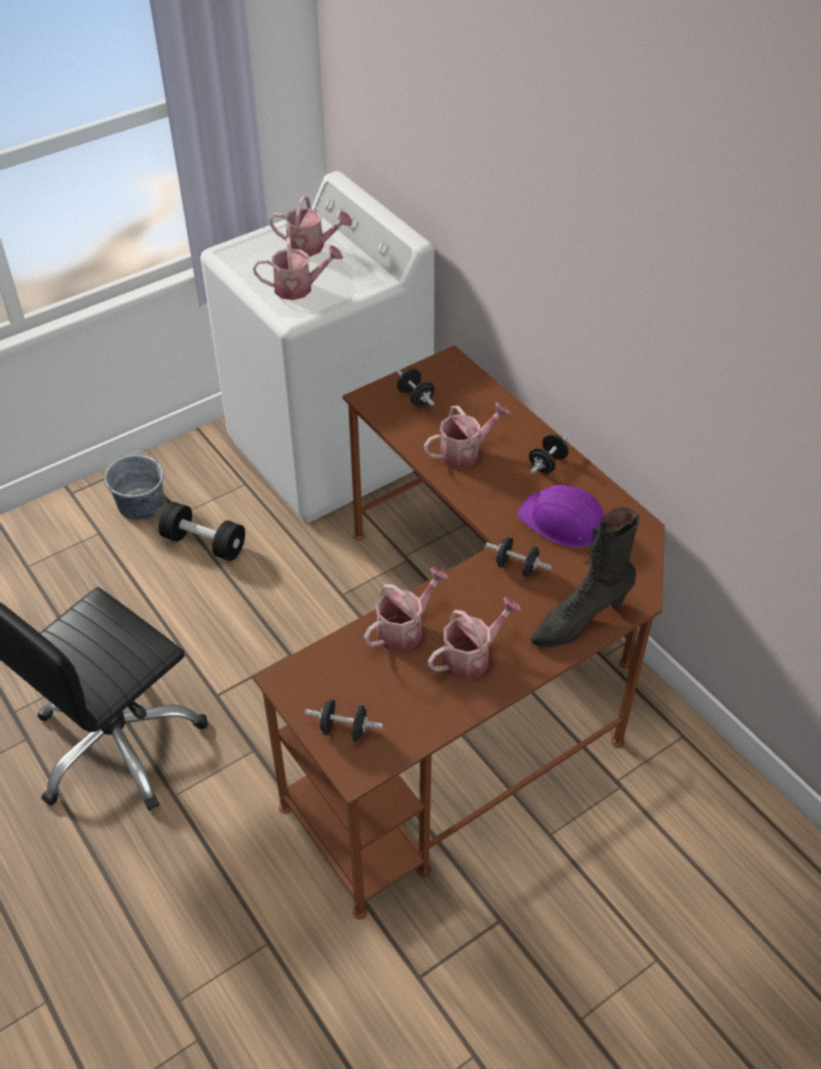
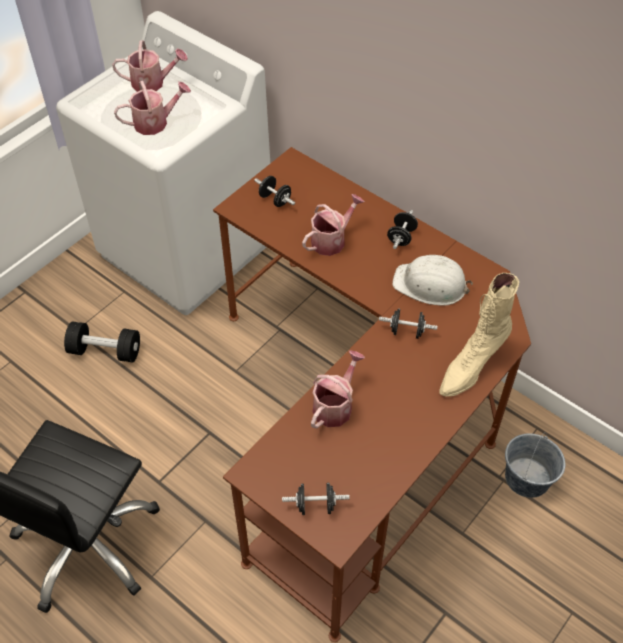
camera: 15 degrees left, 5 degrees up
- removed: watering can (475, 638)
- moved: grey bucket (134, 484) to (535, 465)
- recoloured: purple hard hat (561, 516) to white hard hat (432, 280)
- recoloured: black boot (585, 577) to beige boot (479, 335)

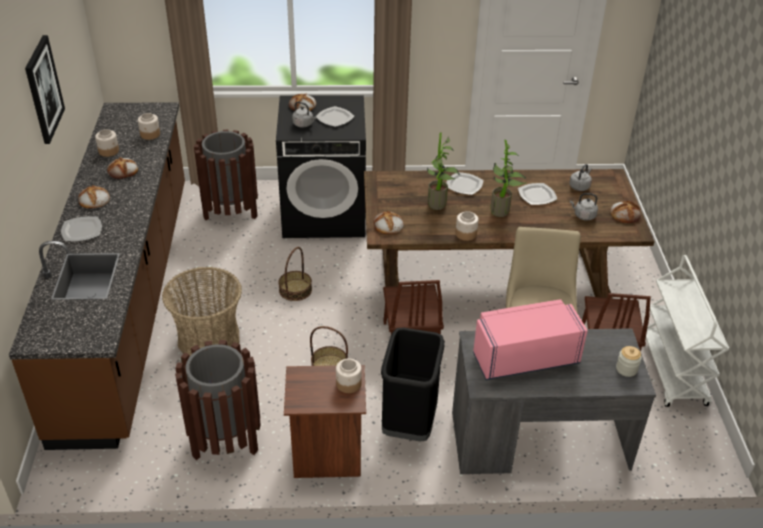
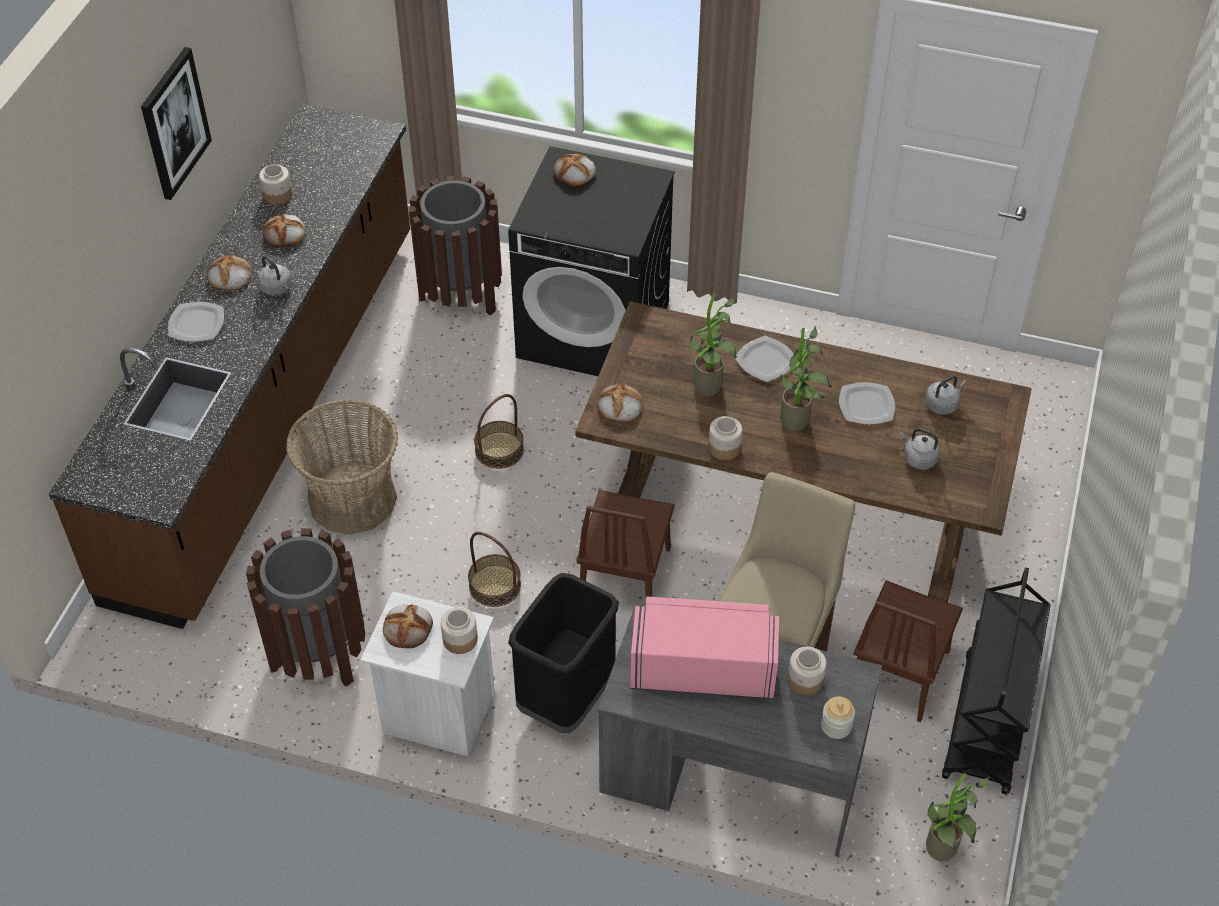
camera: 20 degrees right, 10 degrees up
- removed: plate (334, 116)
- added: potted plant (957, 817)
- moved: jar (149, 126) to (807, 671)
- moved: grey kettle (304, 114) to (275, 276)
- moved: bread (625, 212) to (408, 626)
- recoloured: brown nightstand (325, 421) to white nightstand (427, 674)
- recoloured: white cart (687, 331) to black cart (996, 680)

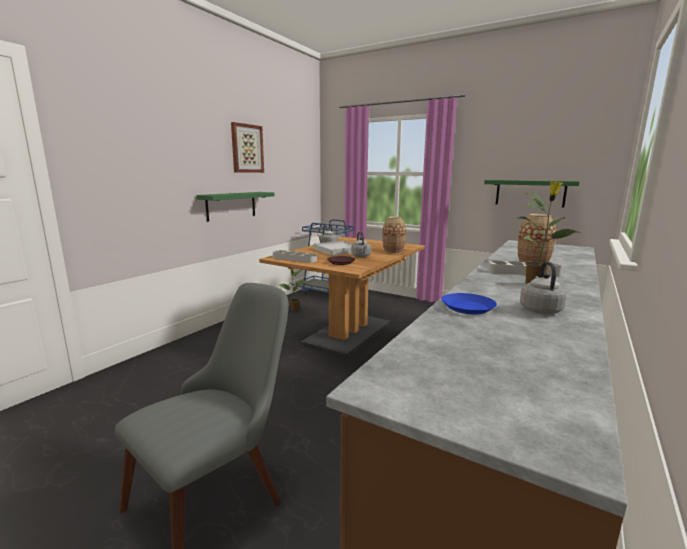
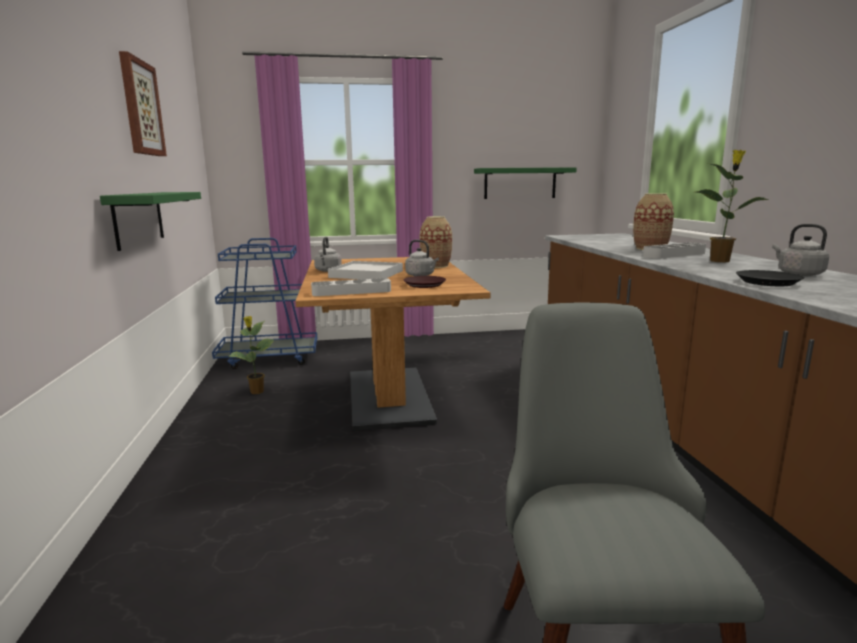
camera: 40 degrees left, 0 degrees up
- recoloured: blue plate (469, 303) to black plate (770, 278)

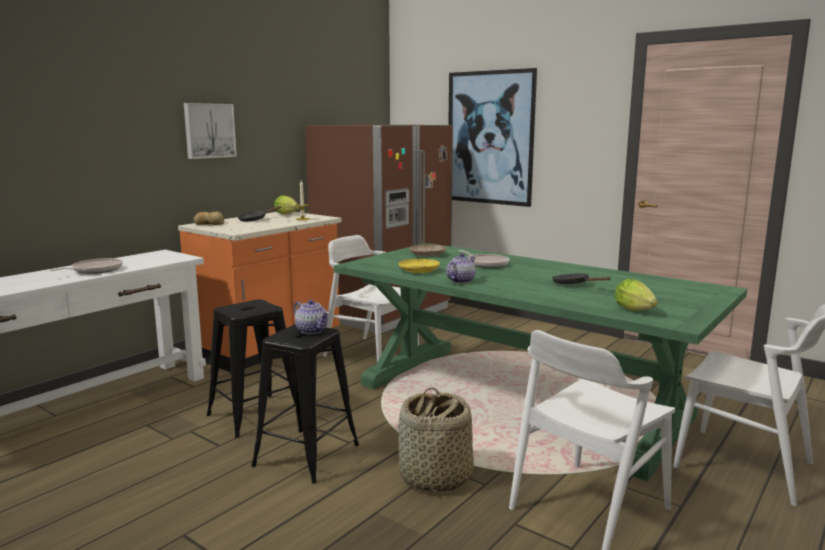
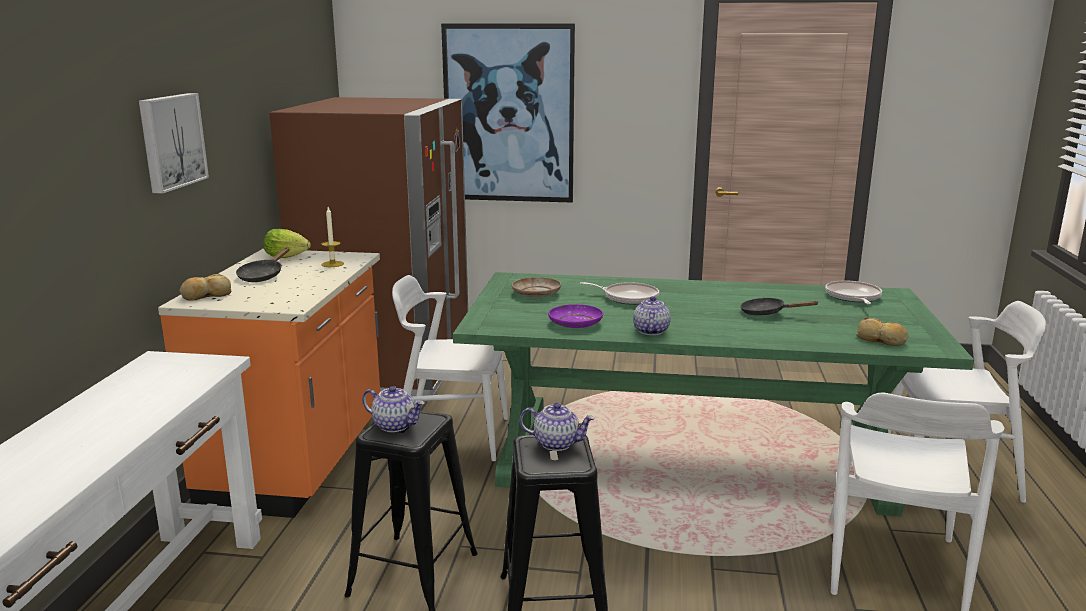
camera: 30 degrees left, 5 degrees up
- removed: basket (436, 439)
- added: teapot (393, 409)
- moved: frying pan (86, 266) to (853, 292)
- replaced: lettuce (636, 295) to bread (882, 332)
- recoloured: yellow plate (419, 266) to purple plate (575, 316)

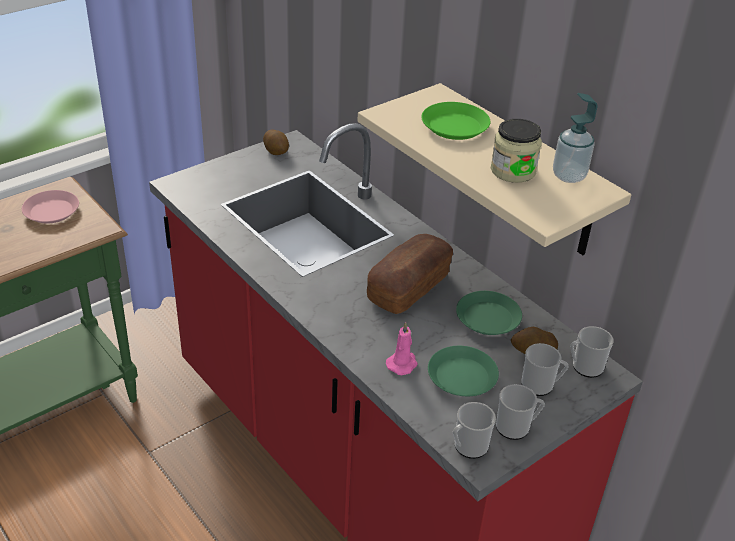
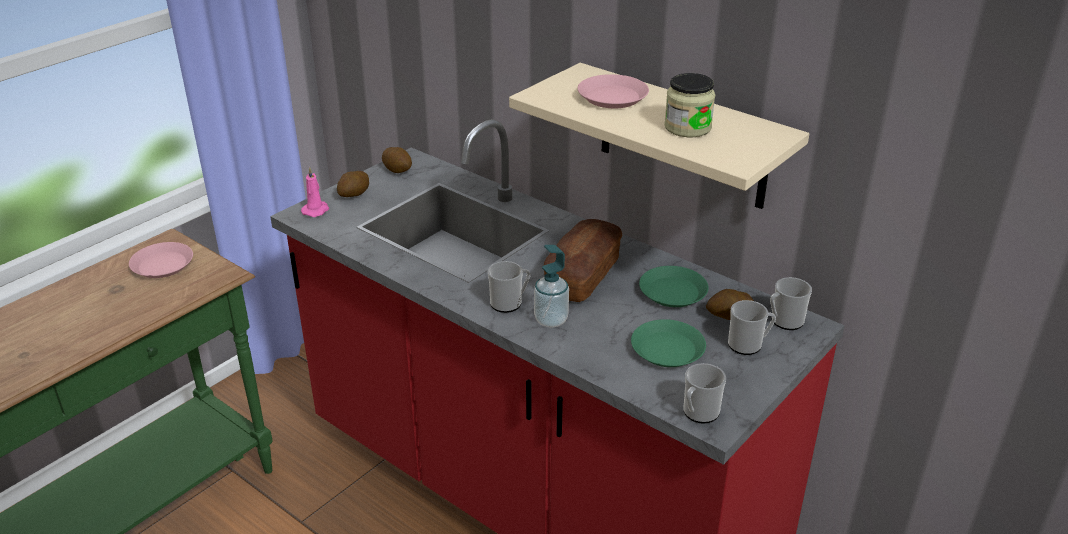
camera: 10 degrees left, 5 degrees down
- added: potato (353, 184)
- moved: pink candle (402, 348) to (315, 192)
- moved: mug (520, 412) to (509, 287)
- moved: soap dispenser (575, 138) to (551, 286)
- recoloured: green plate (455, 121) to pink plate (613, 91)

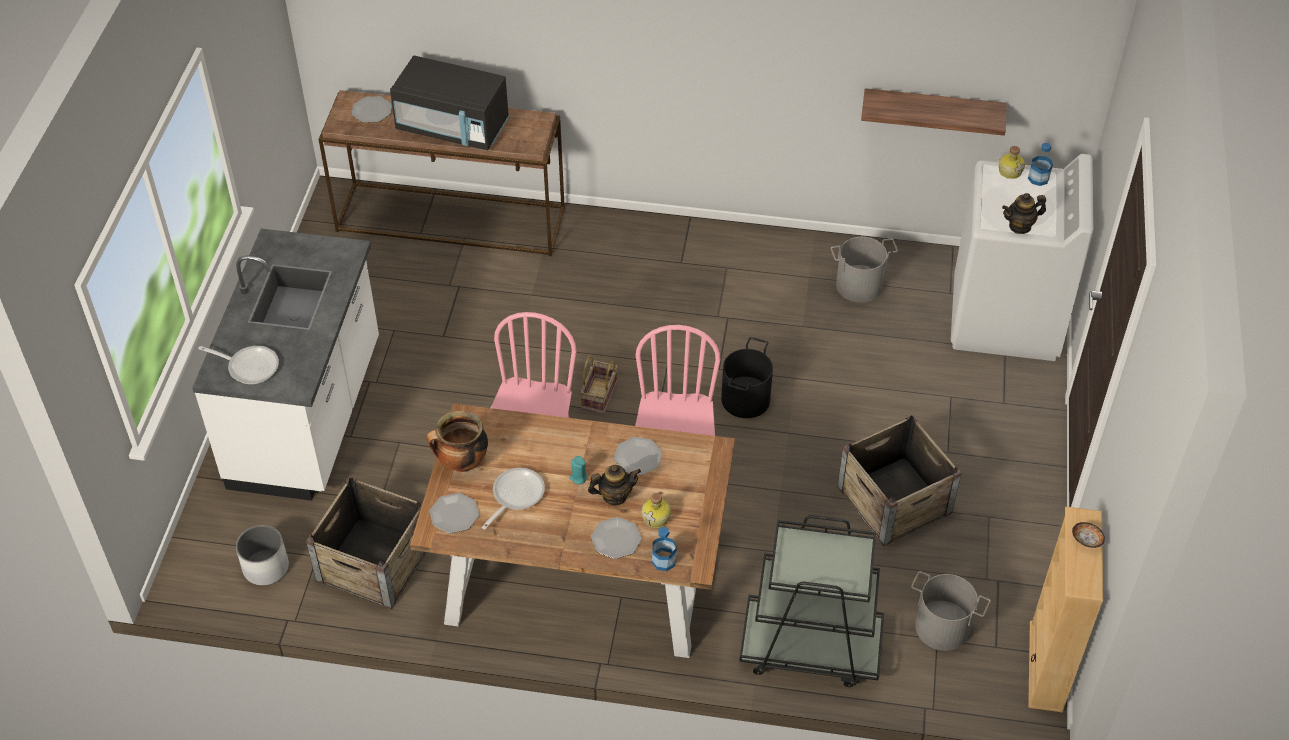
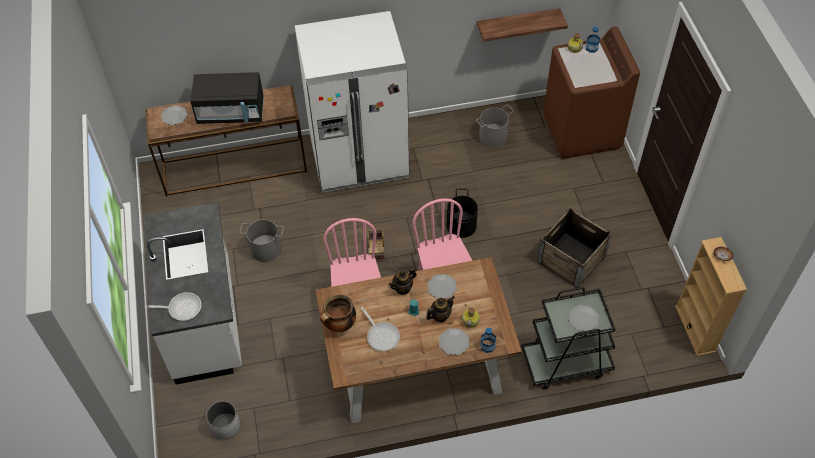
camera: 20 degrees left, 5 degrees up
- removed: crate (366, 543)
- added: white fridge (352, 102)
- moved: plate (454, 513) to (584, 318)
- moved: grey bucket (951, 611) to (261, 240)
- moved: teapot (1024, 213) to (403, 281)
- recoloured: white washing machine (1022, 257) to brown washing machine (591, 93)
- turned: frying pan (513, 499) = (380, 329) 135 degrees clockwise

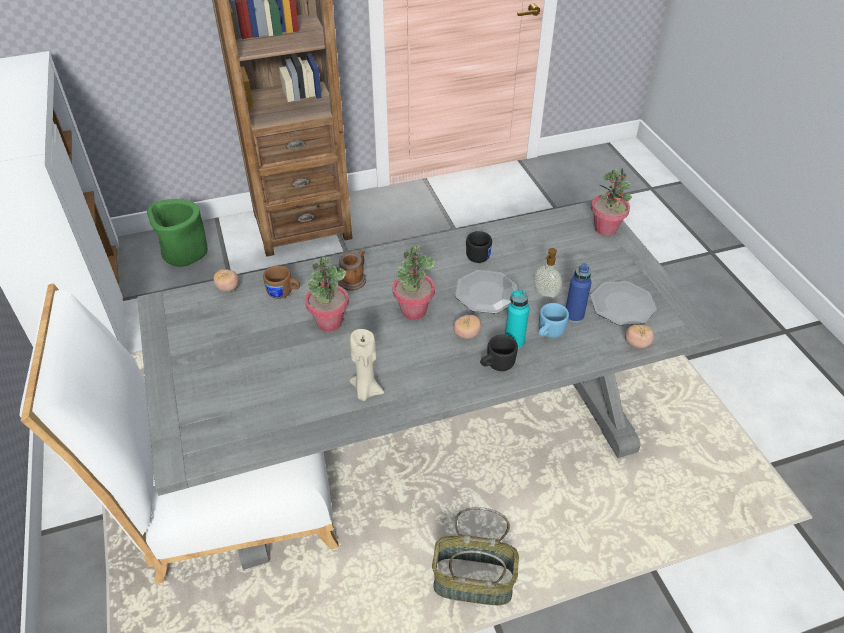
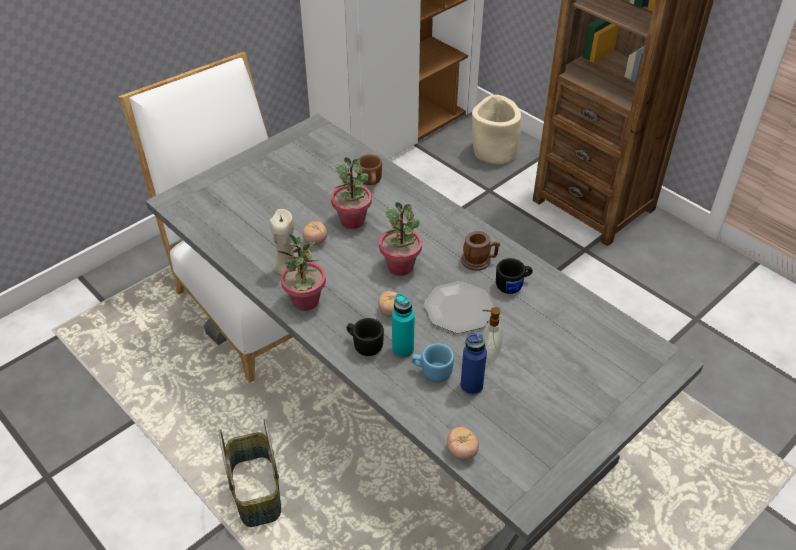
camera: 65 degrees right, 0 degrees up
- removed: plate (623, 303)
- moved: tomato (226, 280) to (315, 233)
- moved: mug (352, 271) to (480, 251)
- moved: potted plant (611, 202) to (301, 272)
- recoloured: green planter (177, 233) to beige planter (496, 129)

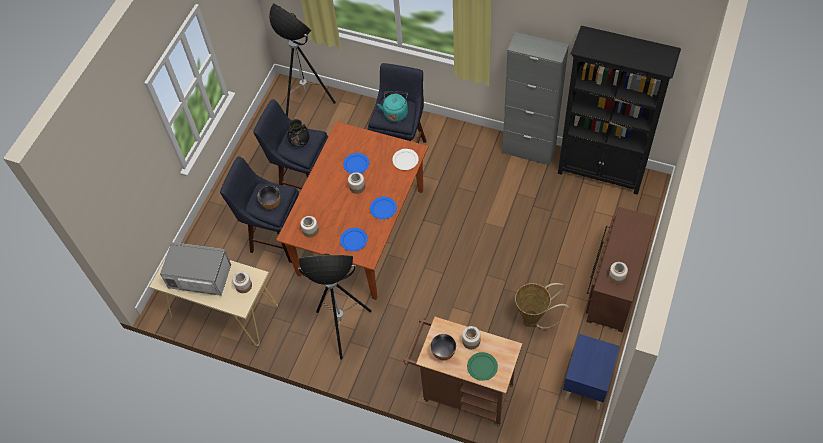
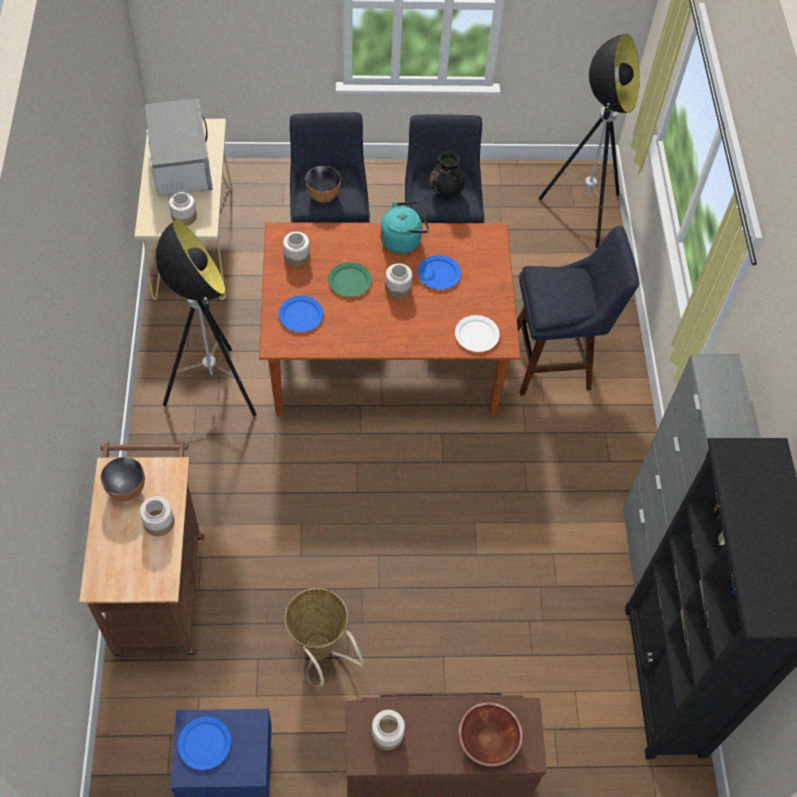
camera: 60 degrees right, 0 degrees up
- added: brown bowl (491, 734)
- moved: blue plate (383, 208) to (204, 743)
- moved: turquoise kettle (392, 106) to (404, 227)
- moved: green plate (482, 366) to (350, 279)

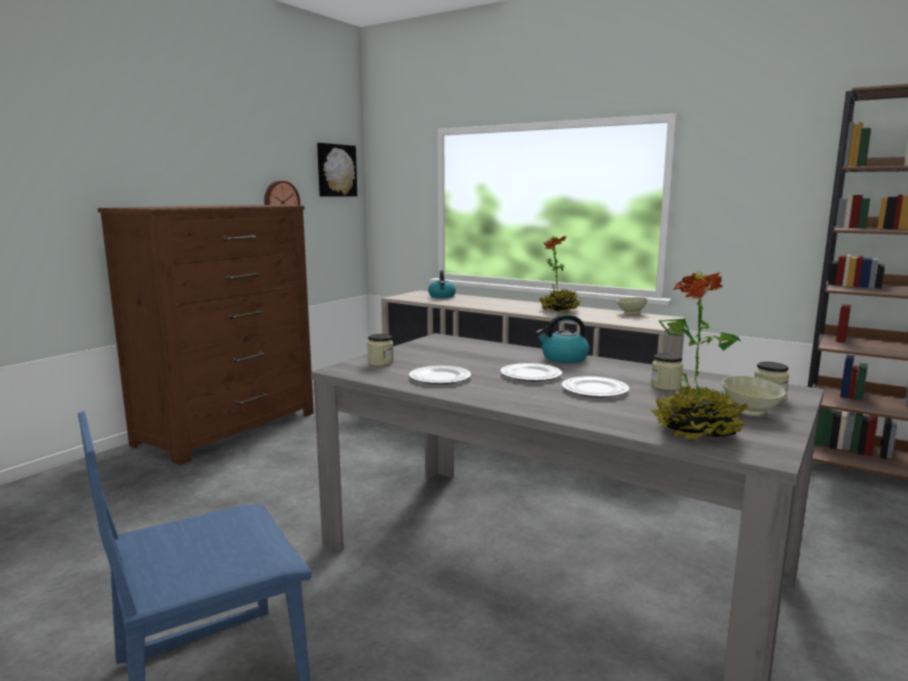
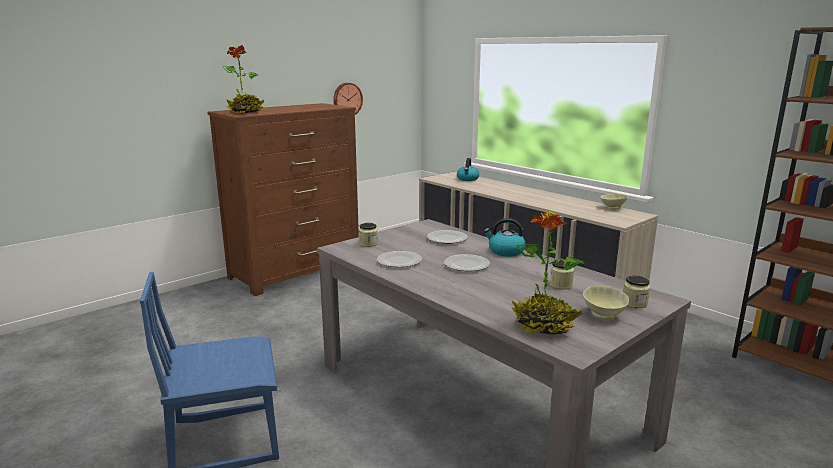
camera: 15 degrees right, 5 degrees up
- removed: picture (337, 170)
- moved: potted plant (560, 274) to (243, 79)
- moved: plate (595, 386) to (447, 237)

